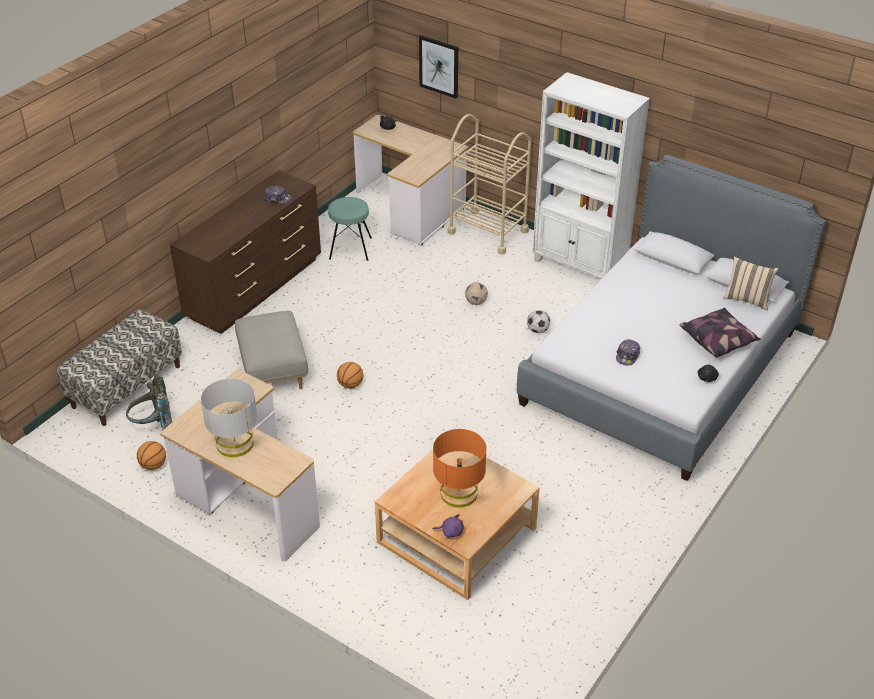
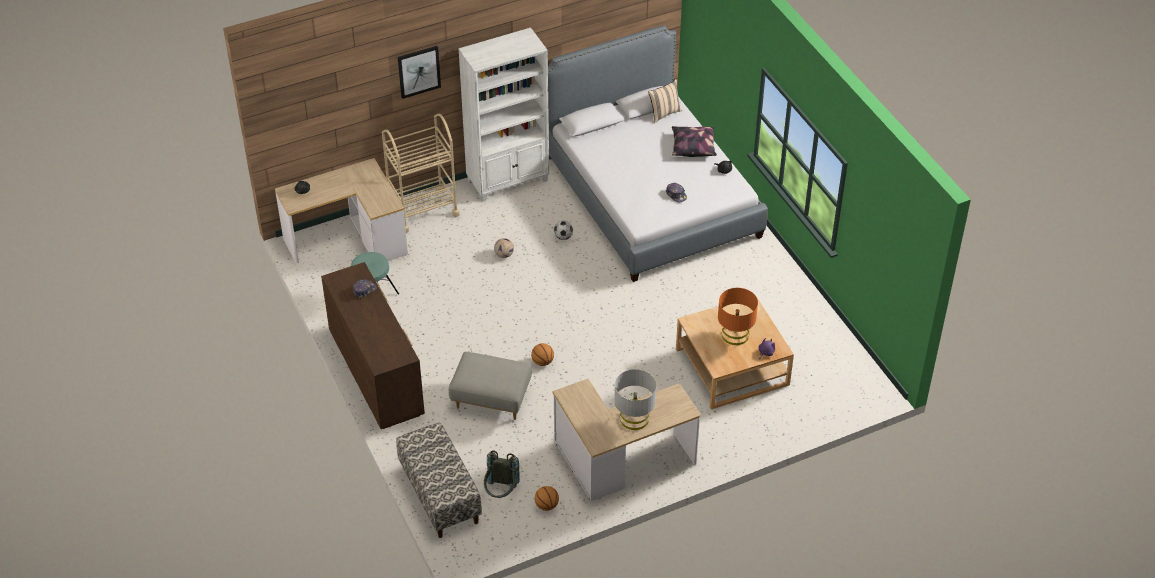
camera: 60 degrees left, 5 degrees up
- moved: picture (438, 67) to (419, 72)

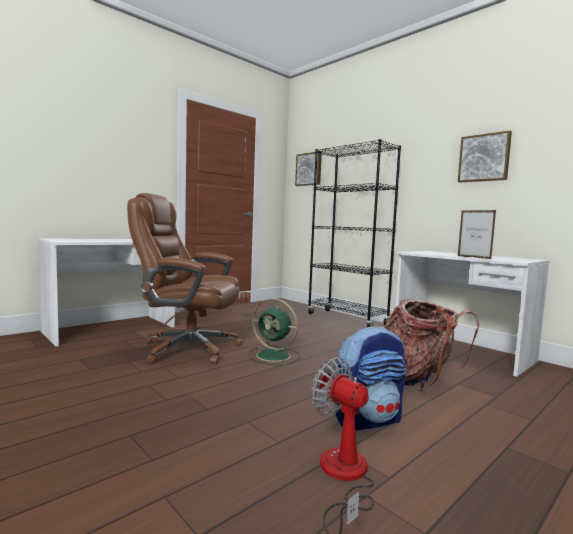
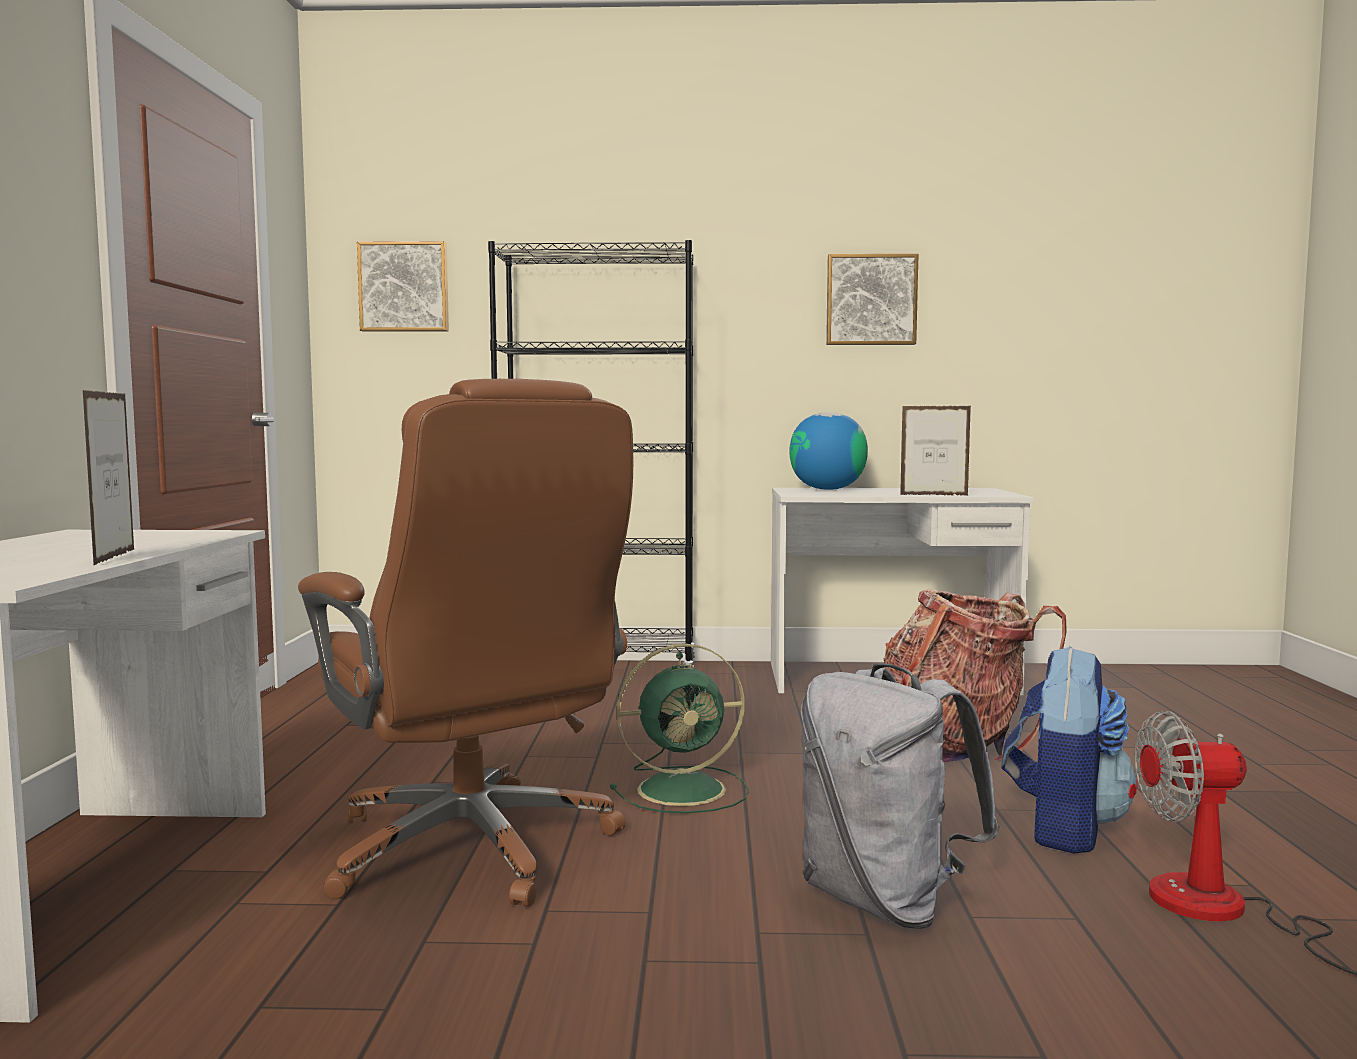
camera: 45 degrees left, 0 degrees up
- added: picture frame (108, 477)
- added: globe (828, 451)
- added: grey backpack (900, 796)
- turned: brown office chair (185, 278) = (465, 643) 90 degrees counterclockwise

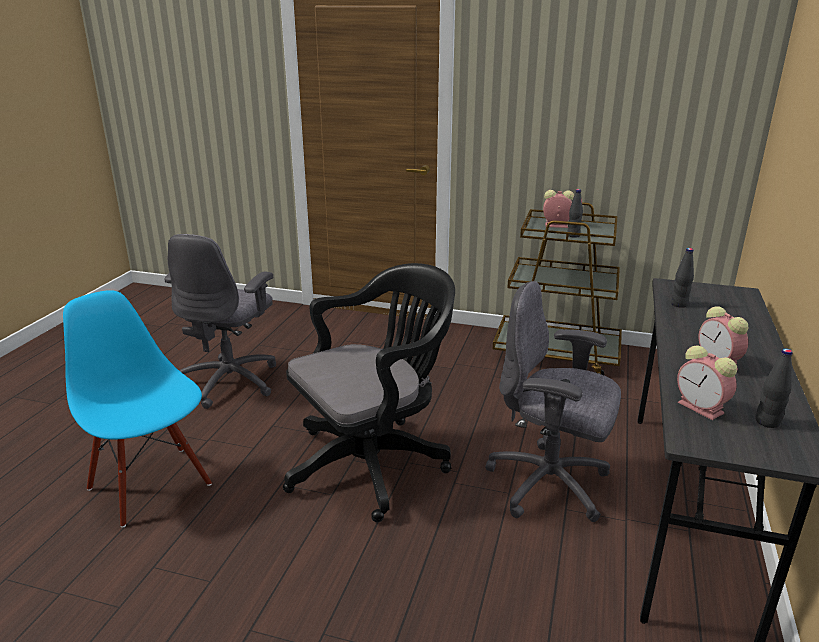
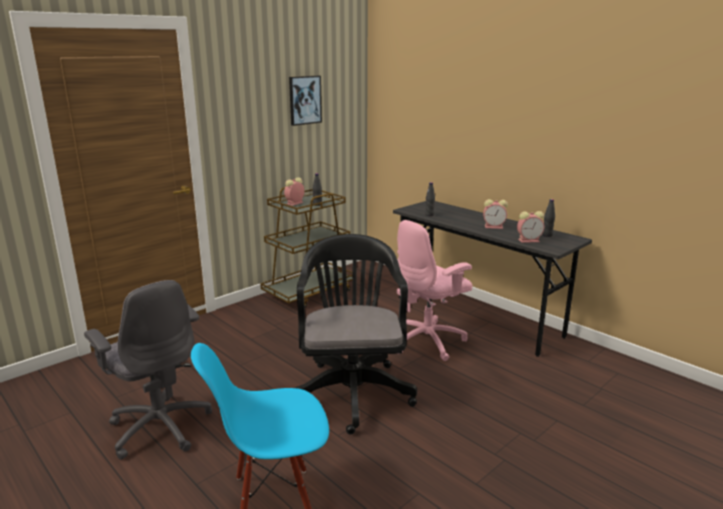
camera: 60 degrees left, 5 degrees down
- added: picture (305, 101)
- recoloured: grey office chair (553, 401) to pink office chair (435, 290)

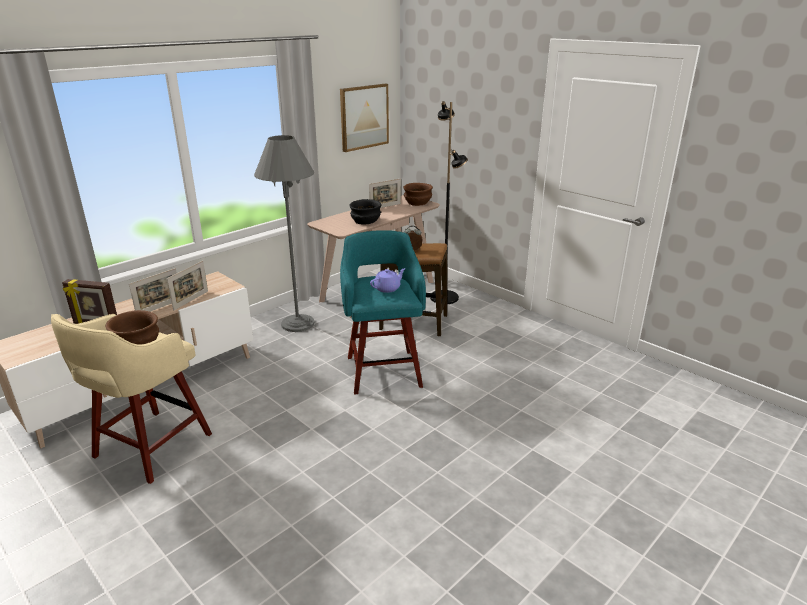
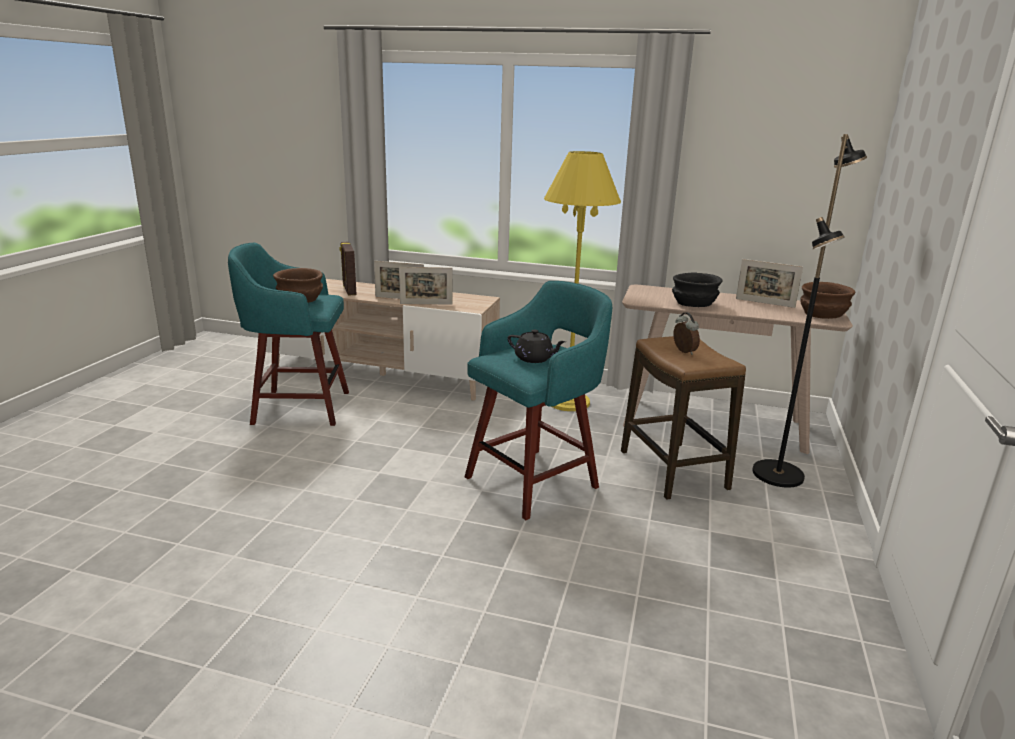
camera: 60 degrees right, 5 degrees down
- removed: picture (364, 118)
- recoloured: beige stool (131, 399) to turquoise stool (288, 334)
- recoloured: grey floor lamp (284, 233) to yellow floor lamp (582, 281)
- recoloured: purple teapot (387, 280) to black teapot (537, 346)

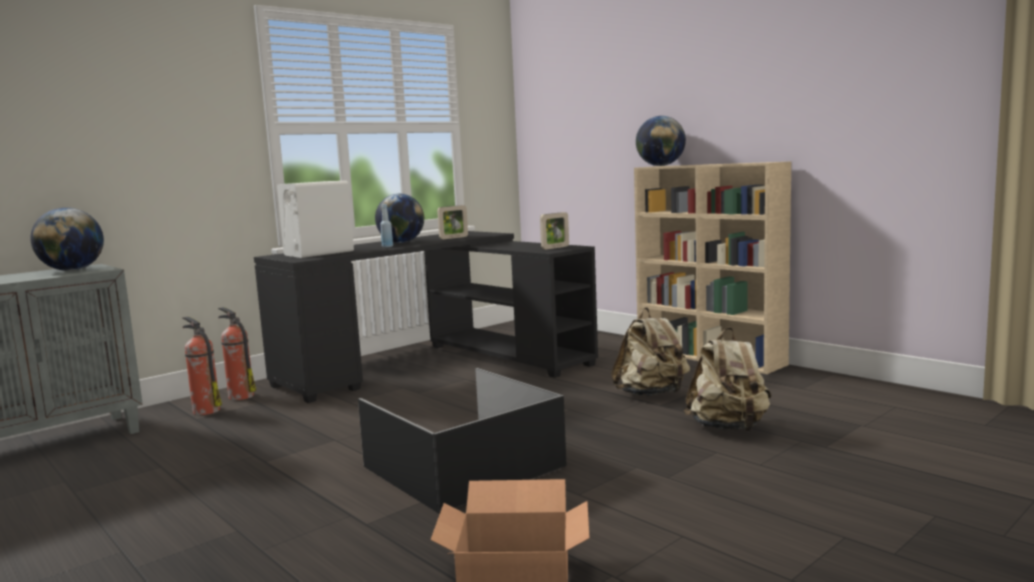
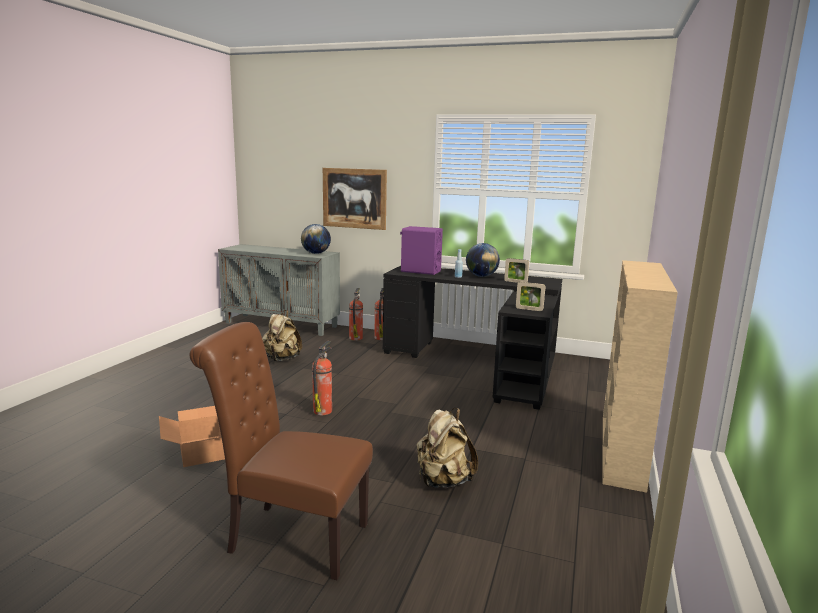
camera: 60 degrees right, 5 degrees up
- removed: globe (661, 141)
- added: brown chair (281, 451)
- added: picture (355, 199)
- moved: beige backpack (650, 351) to (282, 335)
- replaced: black storage box (462, 440) to fire extinguisher (322, 378)
- recoloured: white speaker (315, 219) to purple speaker (421, 250)

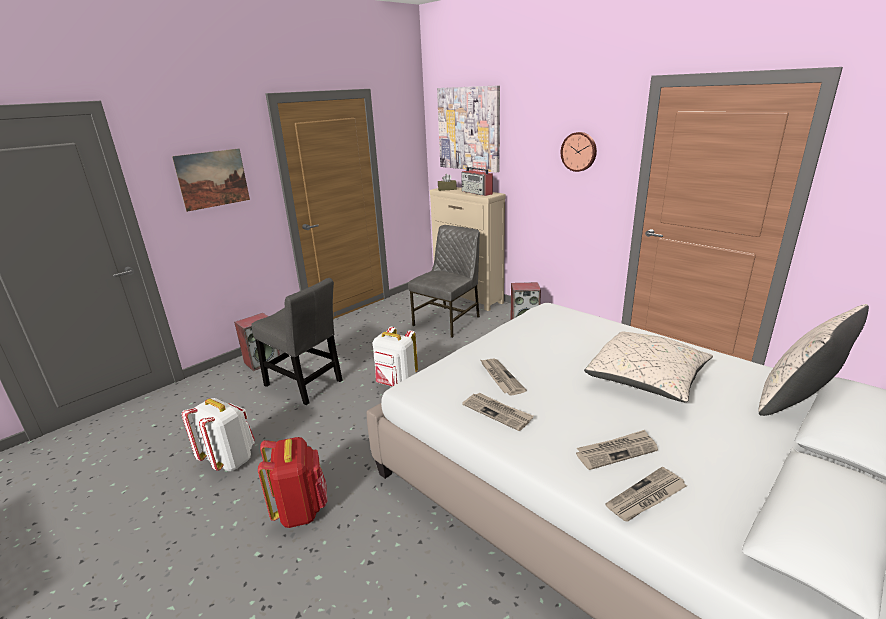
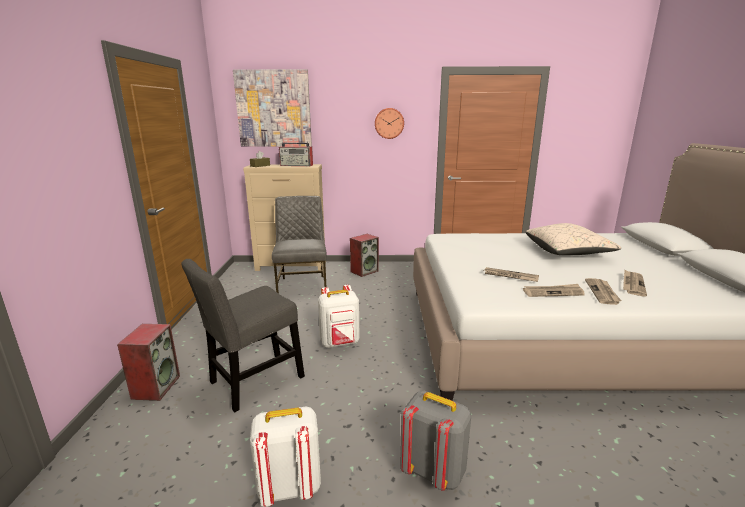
camera: 45 degrees left, 5 degrees down
- removed: picture (211, 180)
- removed: beige pillow (813, 360)
- moved: newspaper (646, 494) to (603, 291)
- recoloured: red backpack (292, 482) to grey backpack (435, 441)
- turned: grey chair (297, 341) = (243, 335) 150 degrees clockwise

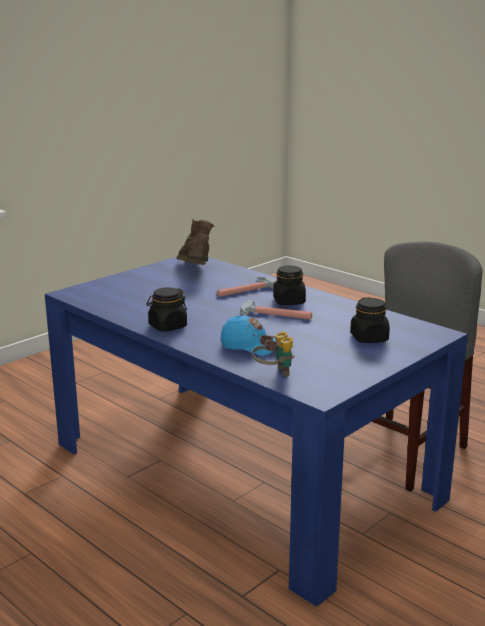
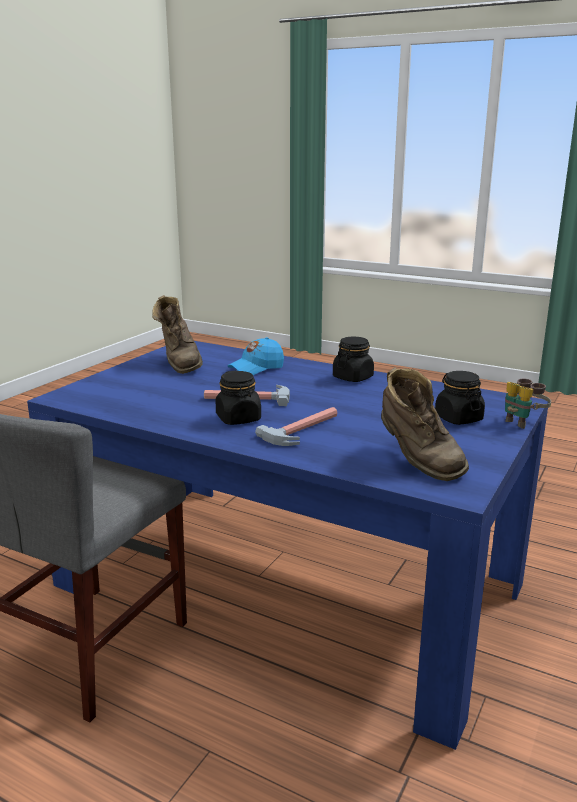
camera: 165 degrees right, 0 degrees up
- added: brown boot (177, 334)
- moved: binoculars (273, 354) to (528, 404)
- moved: black jar (370, 320) to (460, 398)
- turned: blue cap (248, 335) = (256, 356) 45 degrees counterclockwise

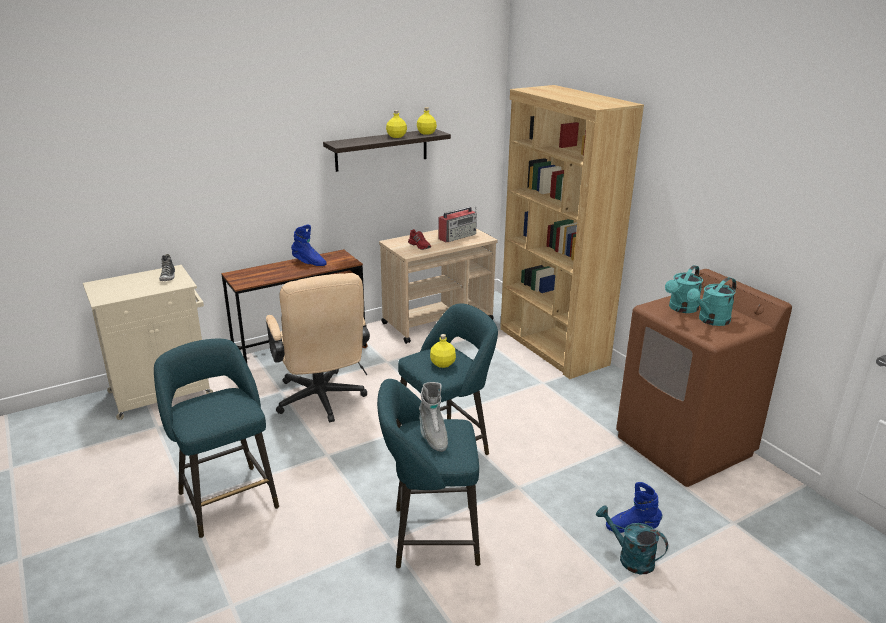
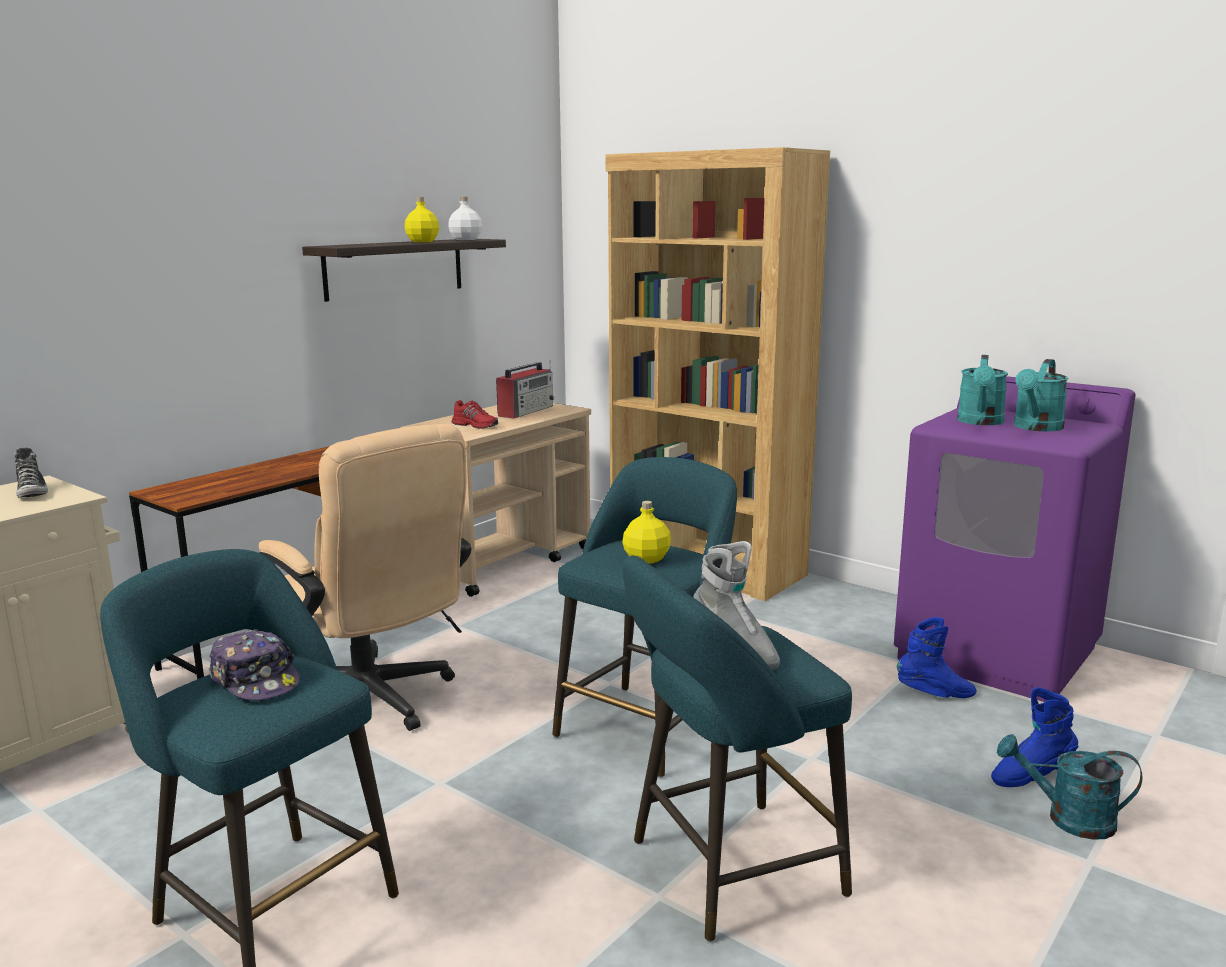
camera: 20 degrees left, 10 degrees down
- added: cap (254, 664)
- moved: blue boot (309, 245) to (936, 657)
- recoloured: yellow bottle (427, 121) to white bottle (465, 218)
- recoloured: brown washing machine (704, 378) to purple washing machine (1015, 539)

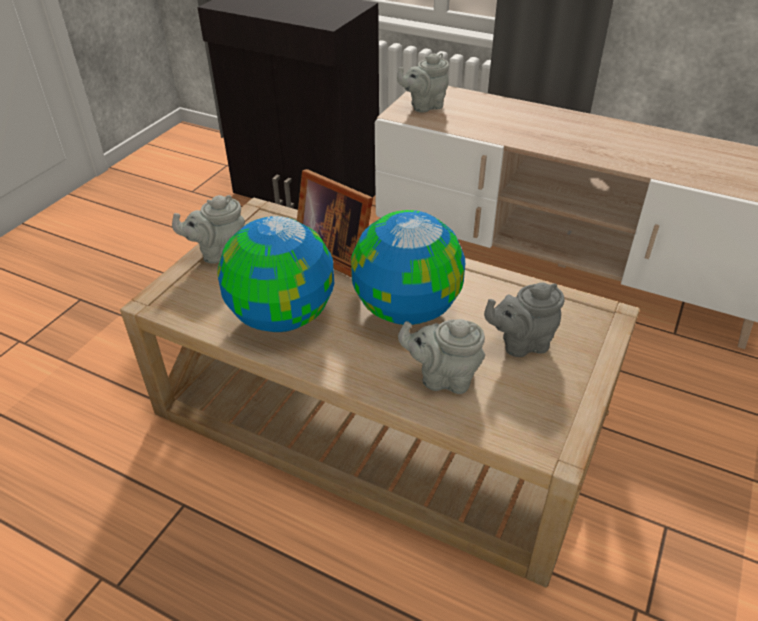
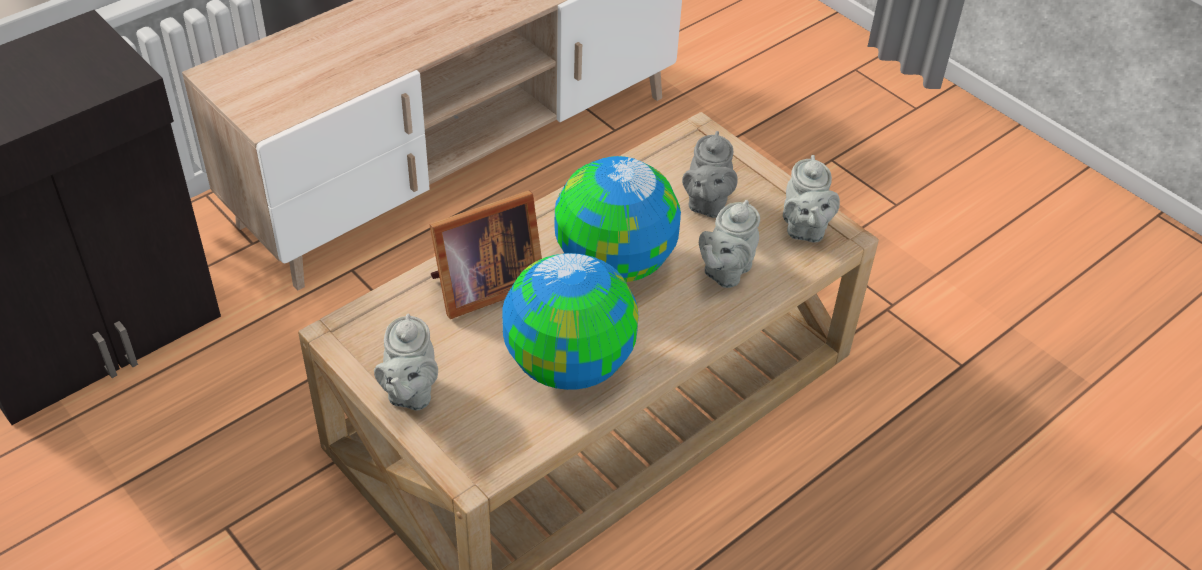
camera: 70 degrees left, 5 degrees up
- moved: grey teapot (423, 83) to (811, 199)

